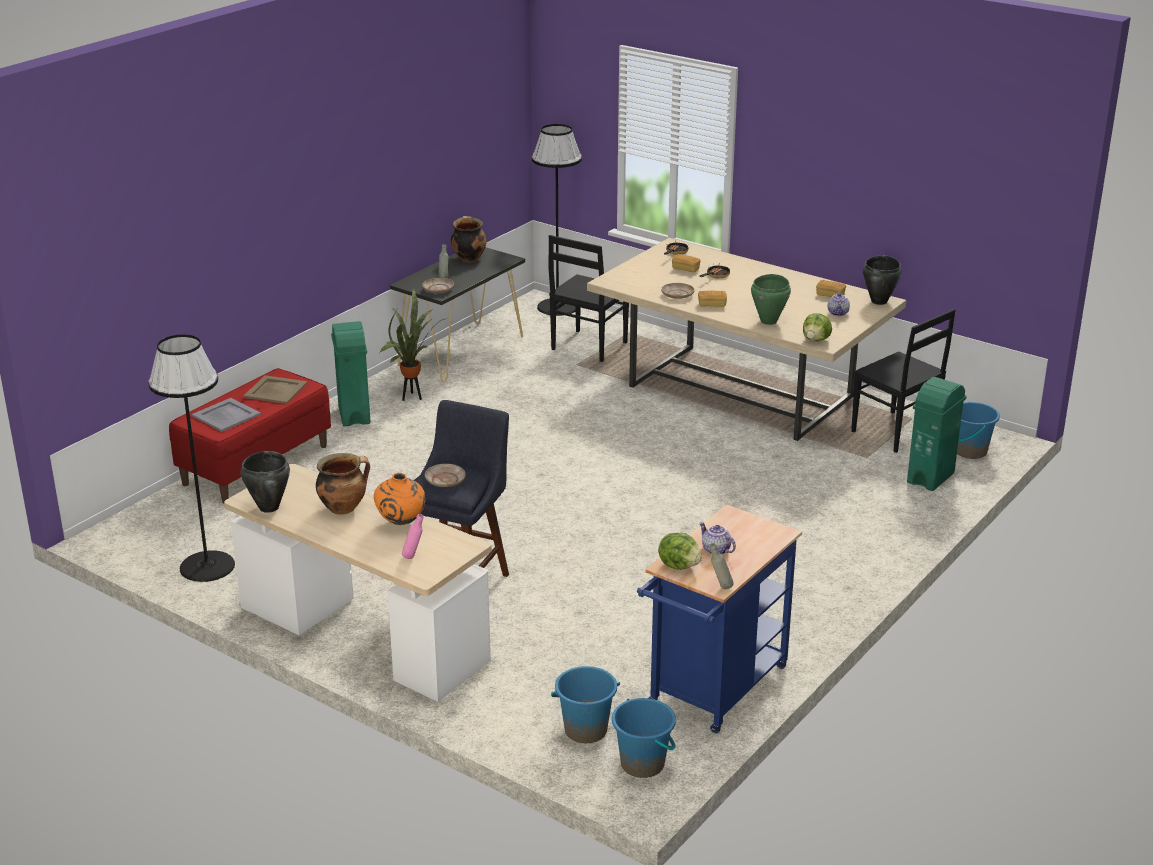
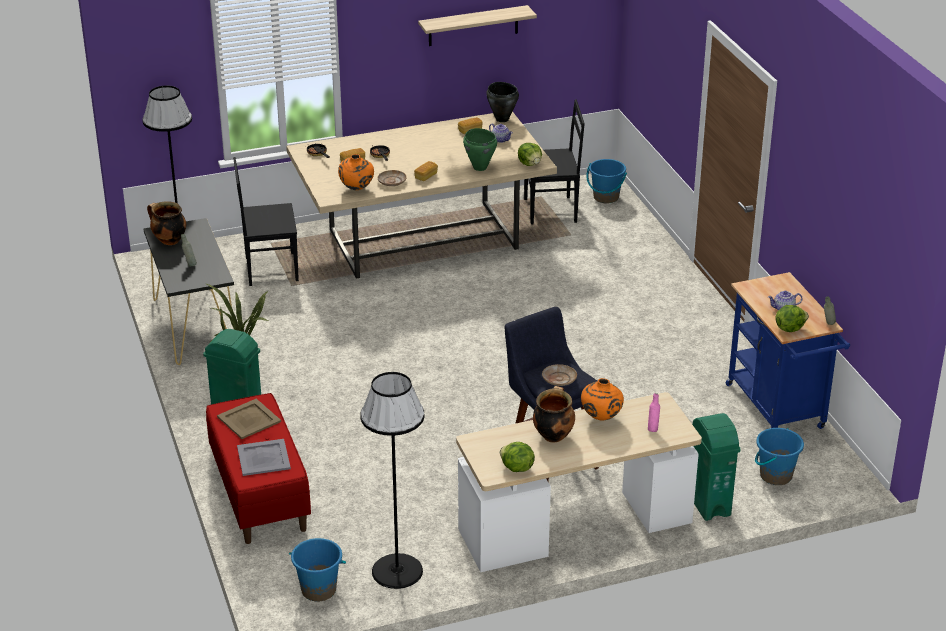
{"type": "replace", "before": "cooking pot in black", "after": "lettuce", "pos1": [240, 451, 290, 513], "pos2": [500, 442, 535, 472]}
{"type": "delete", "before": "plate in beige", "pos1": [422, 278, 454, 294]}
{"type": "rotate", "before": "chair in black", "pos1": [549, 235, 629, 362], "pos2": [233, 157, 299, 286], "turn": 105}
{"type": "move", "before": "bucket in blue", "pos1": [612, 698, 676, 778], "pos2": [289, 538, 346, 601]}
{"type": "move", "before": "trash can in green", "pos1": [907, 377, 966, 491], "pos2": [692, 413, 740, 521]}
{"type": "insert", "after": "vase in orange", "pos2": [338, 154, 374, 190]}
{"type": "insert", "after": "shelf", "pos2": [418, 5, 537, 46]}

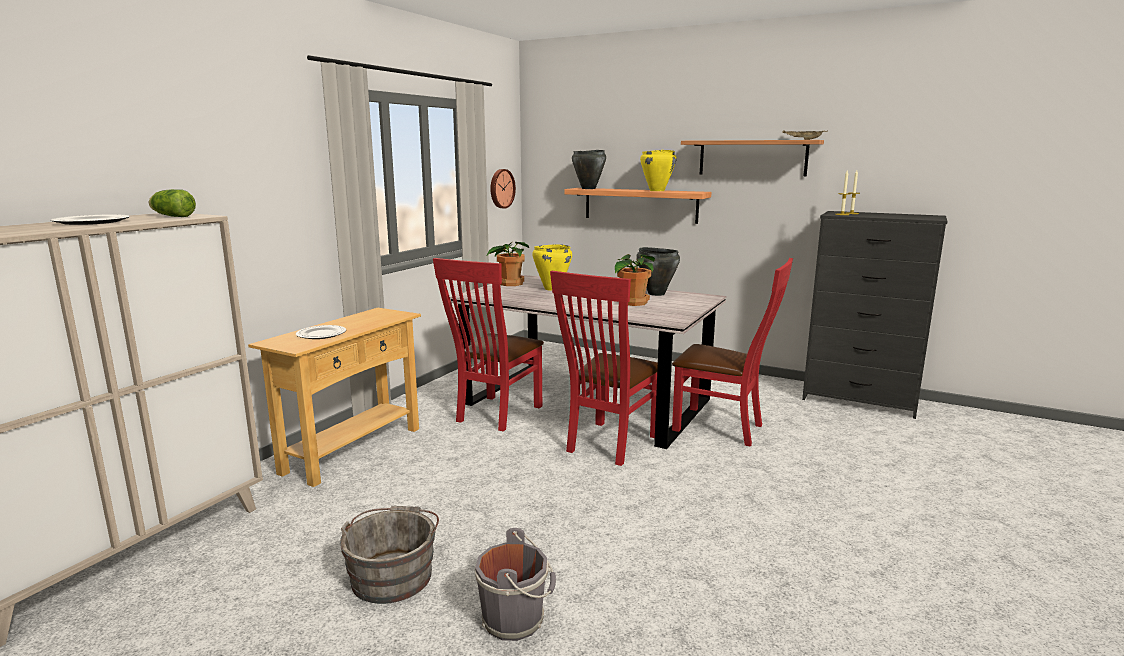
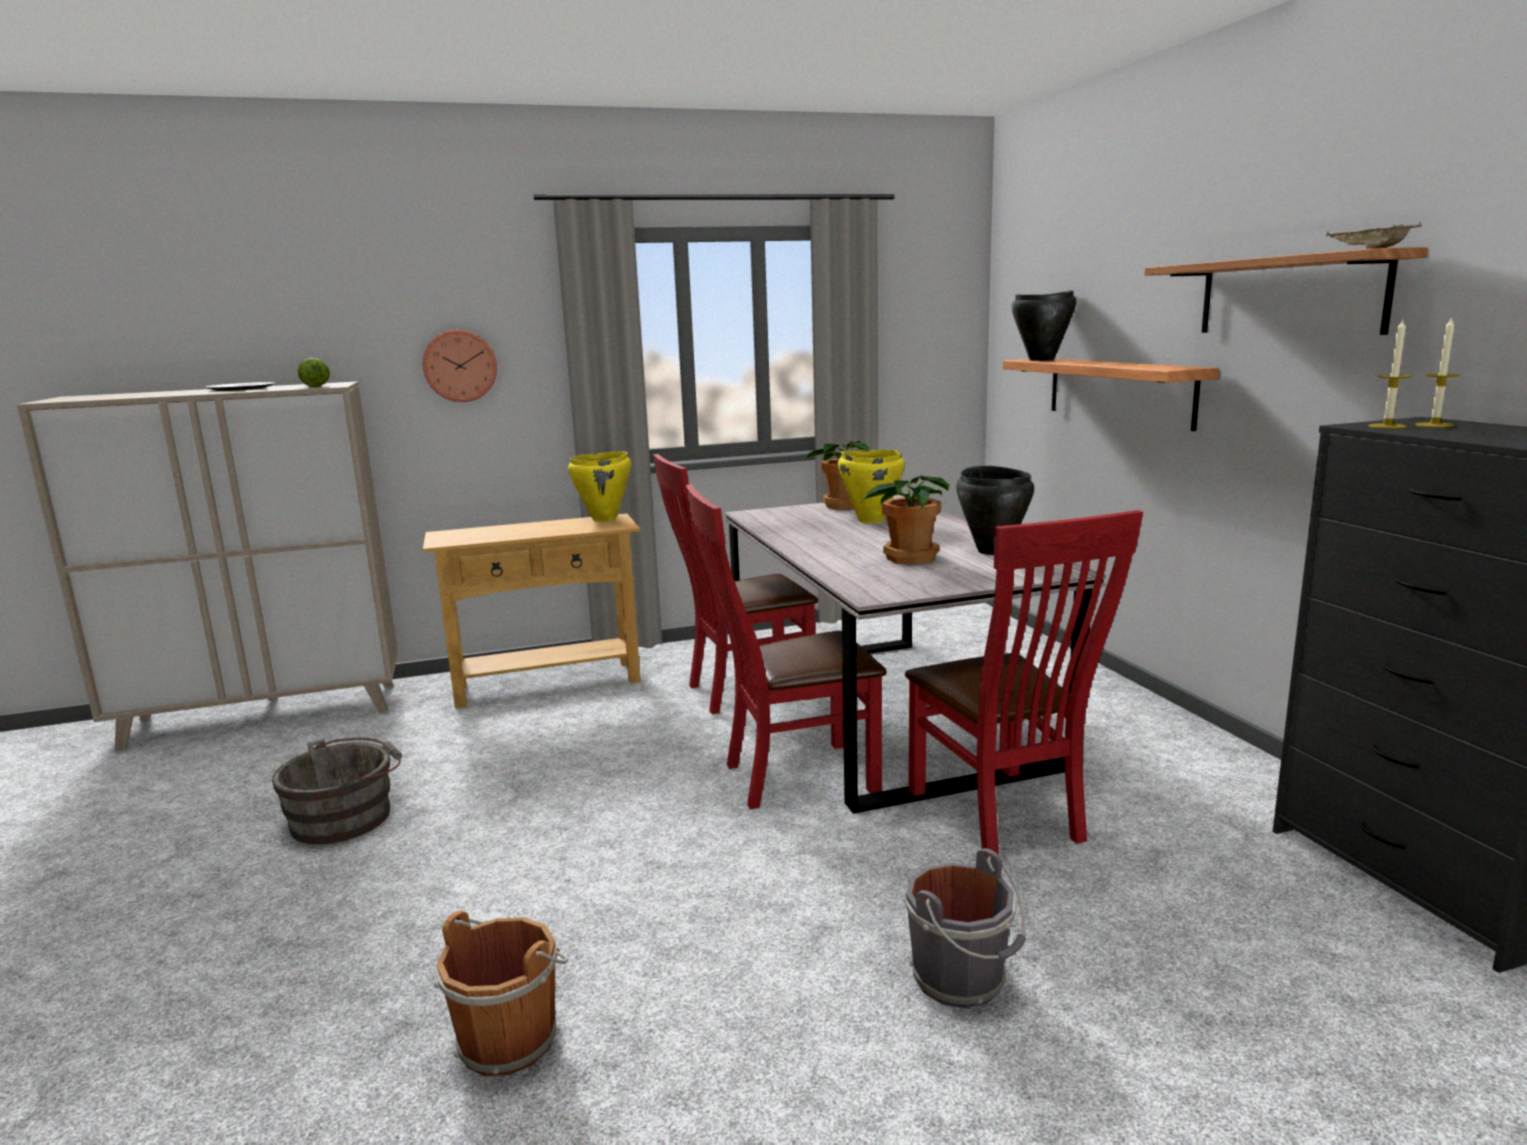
{"type": "delete", "before": "plate", "pos1": [296, 325, 346, 339]}
{"type": "move", "before": "bucket in grey", "pos1": [475, 528, 556, 641], "pos2": [905, 848, 1026, 1008]}
{"type": "move", "before": "wall clock", "pos1": [490, 169, 516, 208], "pos2": [423, 330, 497, 402]}
{"type": "move", "before": "cooking pot in yellow", "pos1": [640, 150, 677, 191], "pos2": [568, 451, 631, 521]}
{"type": "insert", "after": "bucket in brown", "pos2": [434, 911, 569, 1076]}

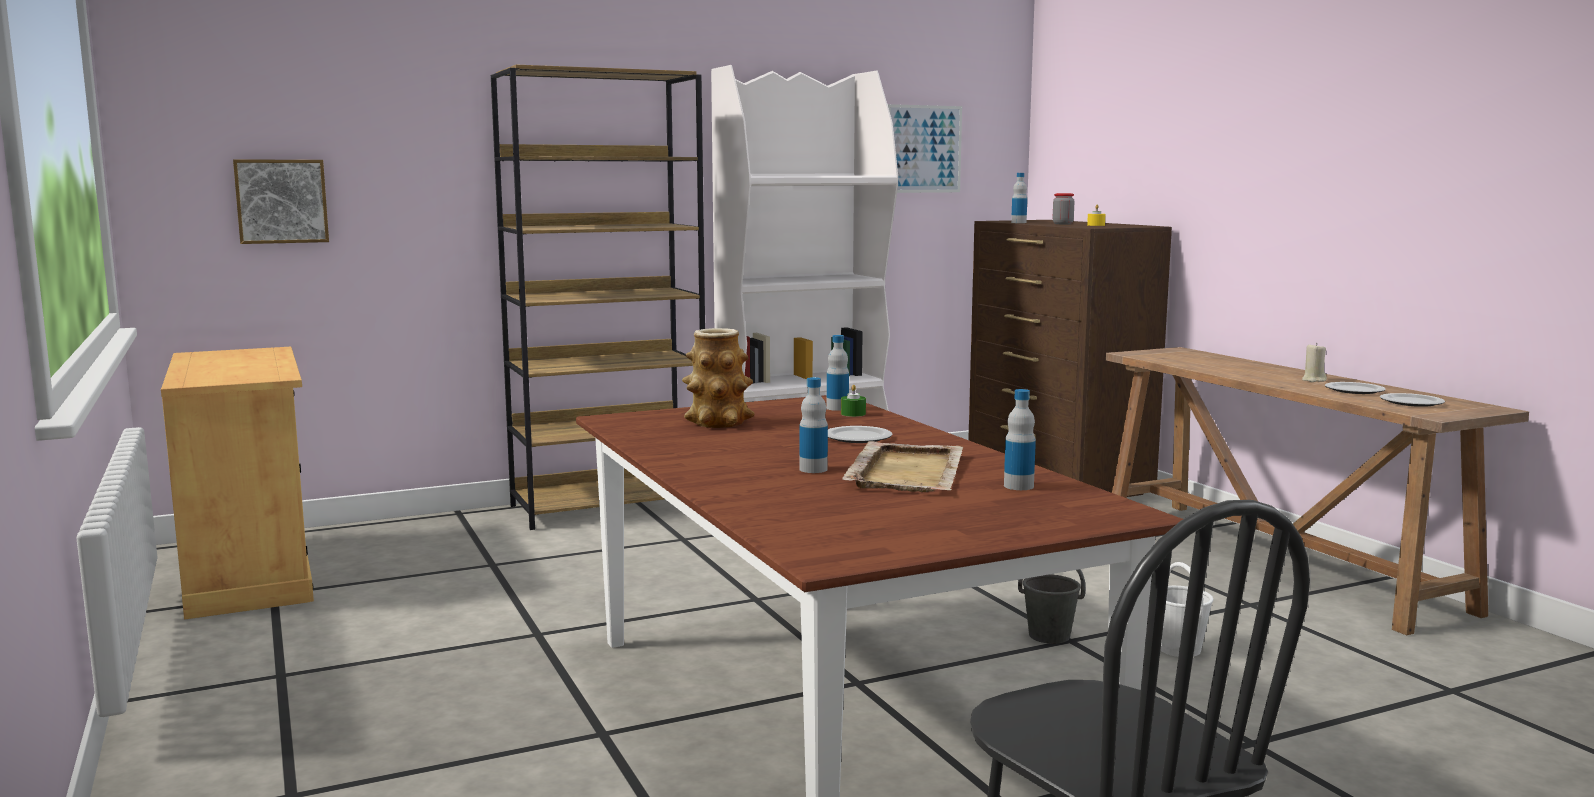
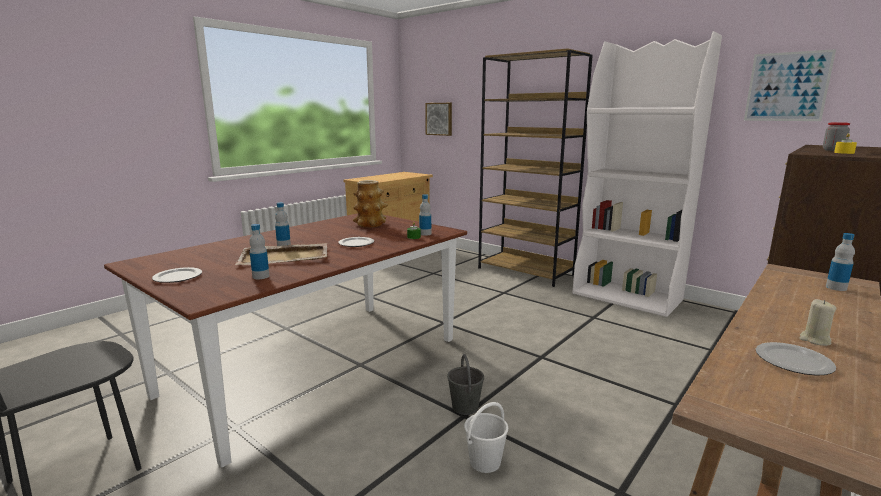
{"type": "move", "before": "bottle", "pos1": [1011, 173, 1027, 223], "pos2": [826, 233, 855, 291]}
{"type": "move", "before": "plate", "pos1": [1380, 393, 1445, 407], "pos2": [152, 267, 202, 283]}

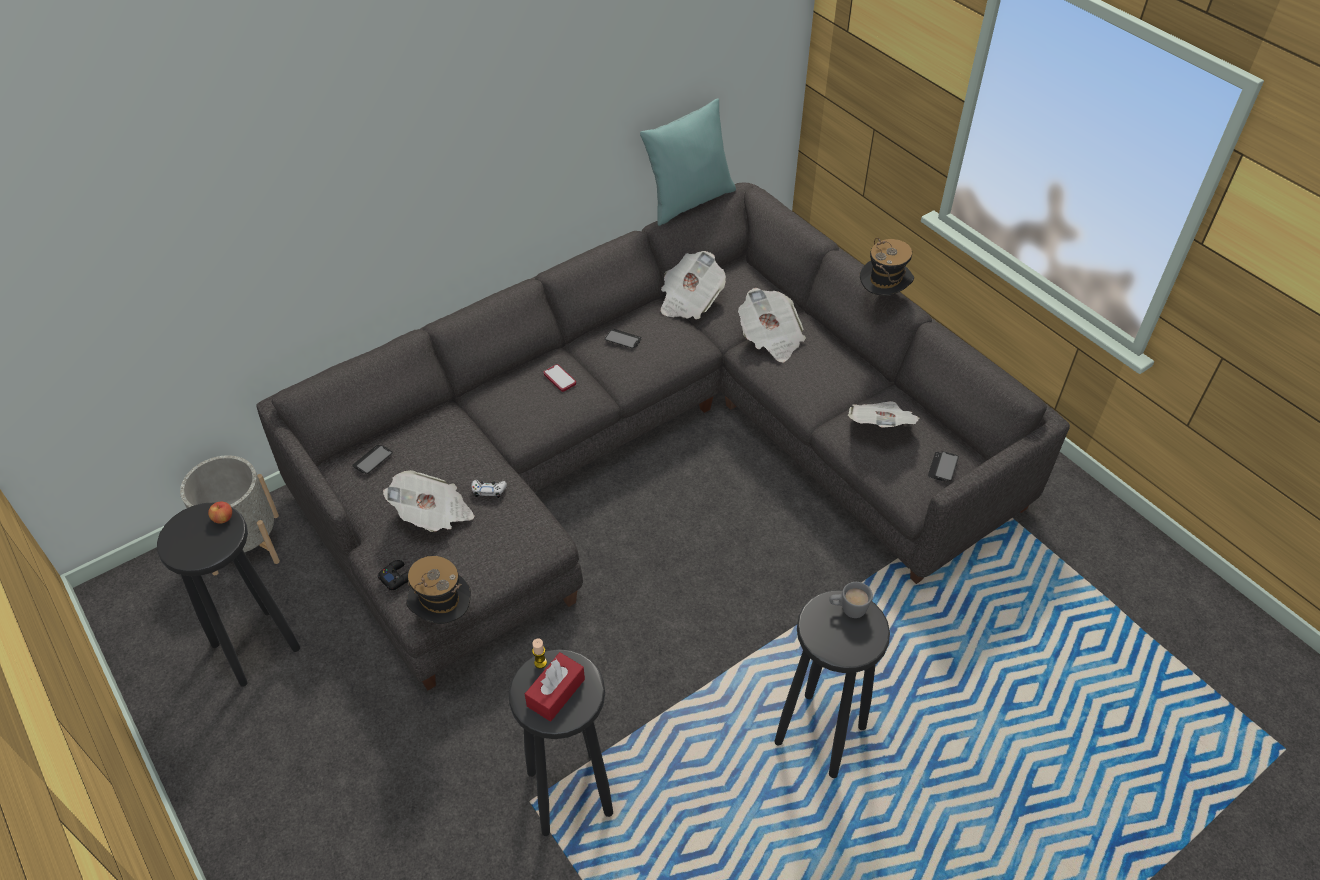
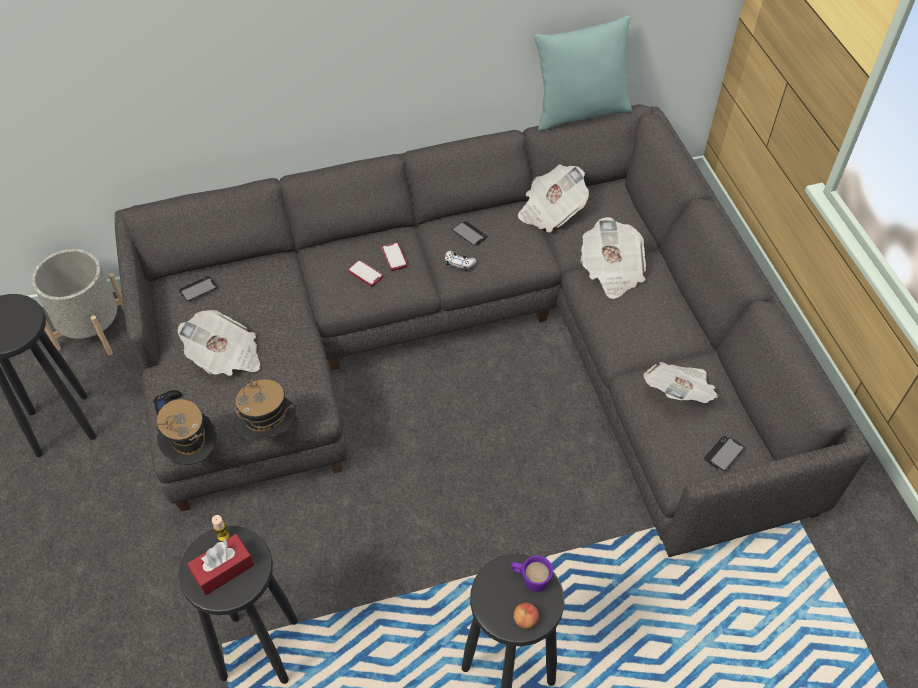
{"type": "move", "before": "apple", "pos1": [208, 502, 232, 524], "pos2": [513, 603, 539, 629]}
{"type": "move", "before": "game controller in white", "pos1": [471, 480, 507, 498], "pos2": [445, 251, 476, 271]}
{"type": "recolor", "before": "mug in grey", "after": "mug in purple", "pos1": [829, 582, 873, 618], "pos2": [511, 556, 553, 592]}
{"type": "move", "before": "hat", "pos1": [860, 238, 914, 296], "pos2": [235, 377, 298, 441]}
{"type": "insert", "after": "phone", "pos2": [348, 260, 383, 287]}

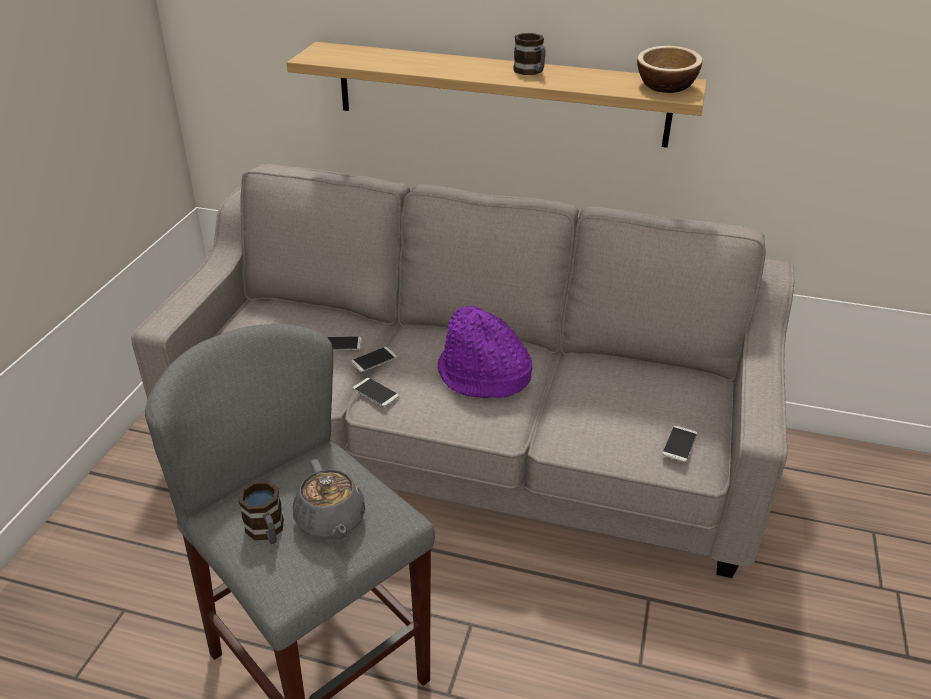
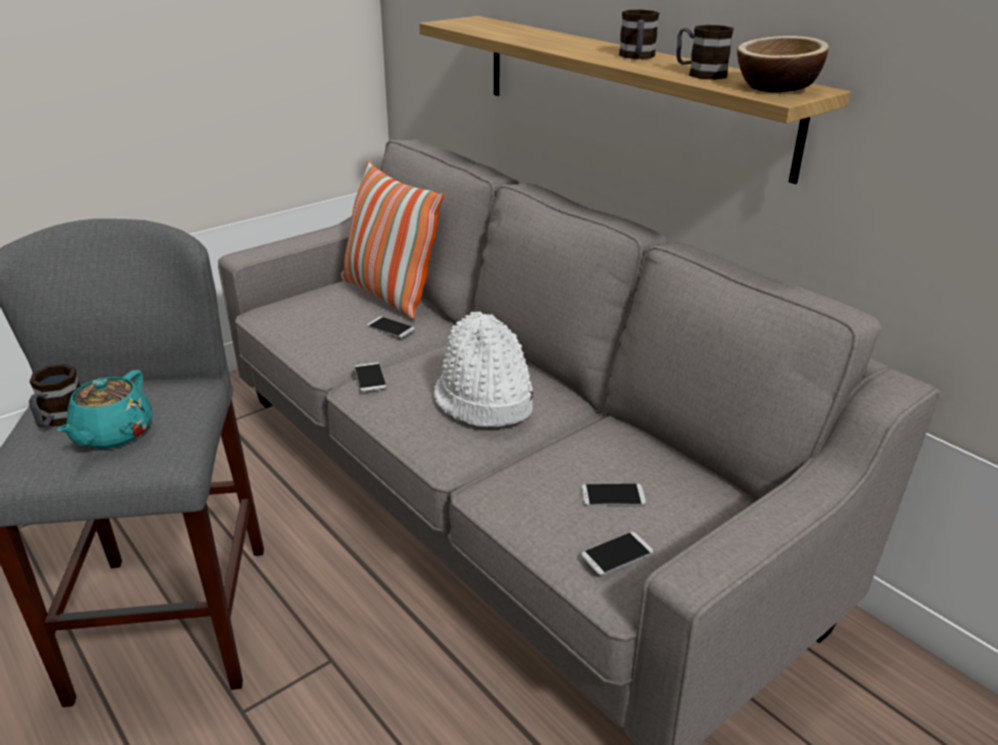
{"type": "recolor", "before": "teapot in grey", "after": "teapot in turquoise", "pos1": [293, 459, 365, 540], "pos2": [57, 370, 152, 449]}
{"type": "move", "before": "phone", "pos1": [351, 347, 397, 372], "pos2": [581, 484, 646, 506]}
{"type": "recolor", "before": "hat in purple", "after": "hat in white", "pos1": [438, 305, 532, 399], "pos2": [434, 312, 533, 427]}
{"type": "insert", "after": "pillow", "pos2": [341, 161, 444, 319]}
{"type": "insert", "after": "mug", "pos2": [676, 25, 734, 80]}

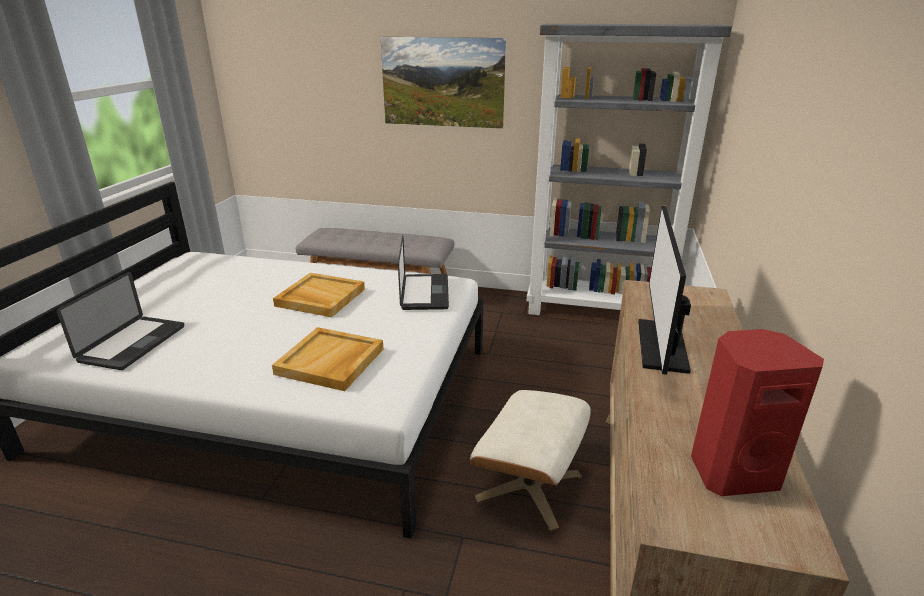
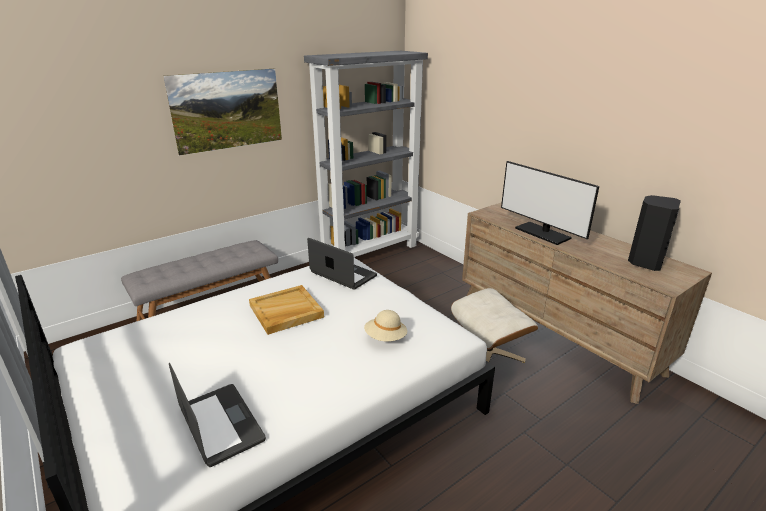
{"type": "replace", "before": "tray in beige", "after": "hat in beige", "pos1": [272, 327, 383, 391], "pos2": [364, 310, 407, 341]}
{"type": "recolor", "before": "speaker in red", "after": "speaker in black", "pos1": [691, 329, 824, 496], "pos2": [628, 195, 681, 271]}

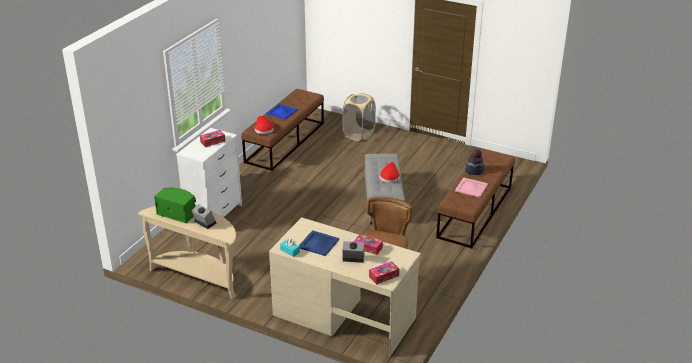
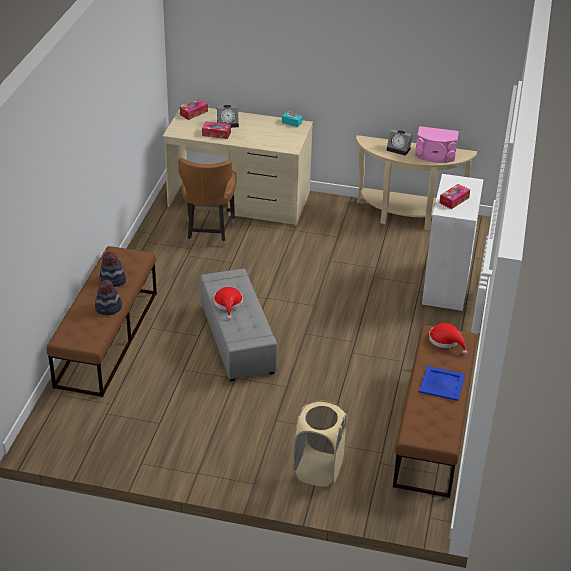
{"type": "recolor", "before": "speaker in green", "after": "speaker in pink", "pos1": [154, 188, 196, 223], "pos2": [415, 126, 459, 163]}
{"type": "delete", "before": "tray in blue", "pos1": [299, 230, 339, 256]}
{"type": "replace", "before": "tray in pink", "after": "hat", "pos1": [455, 177, 488, 197], "pos2": [99, 252, 126, 287]}

